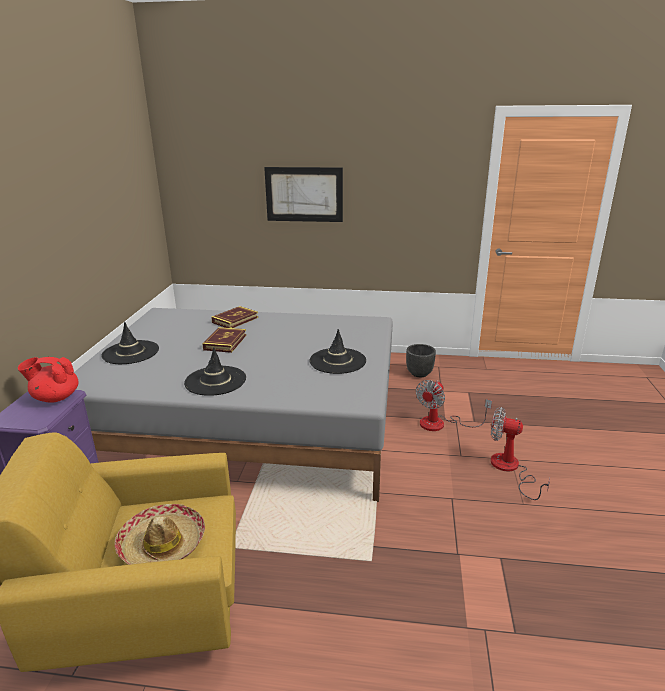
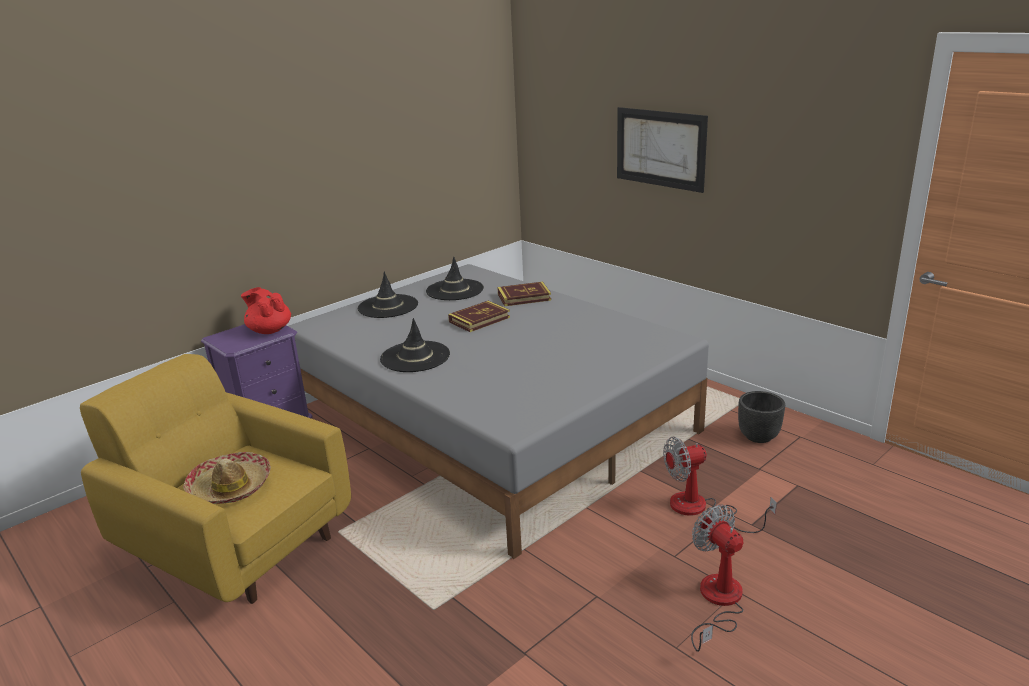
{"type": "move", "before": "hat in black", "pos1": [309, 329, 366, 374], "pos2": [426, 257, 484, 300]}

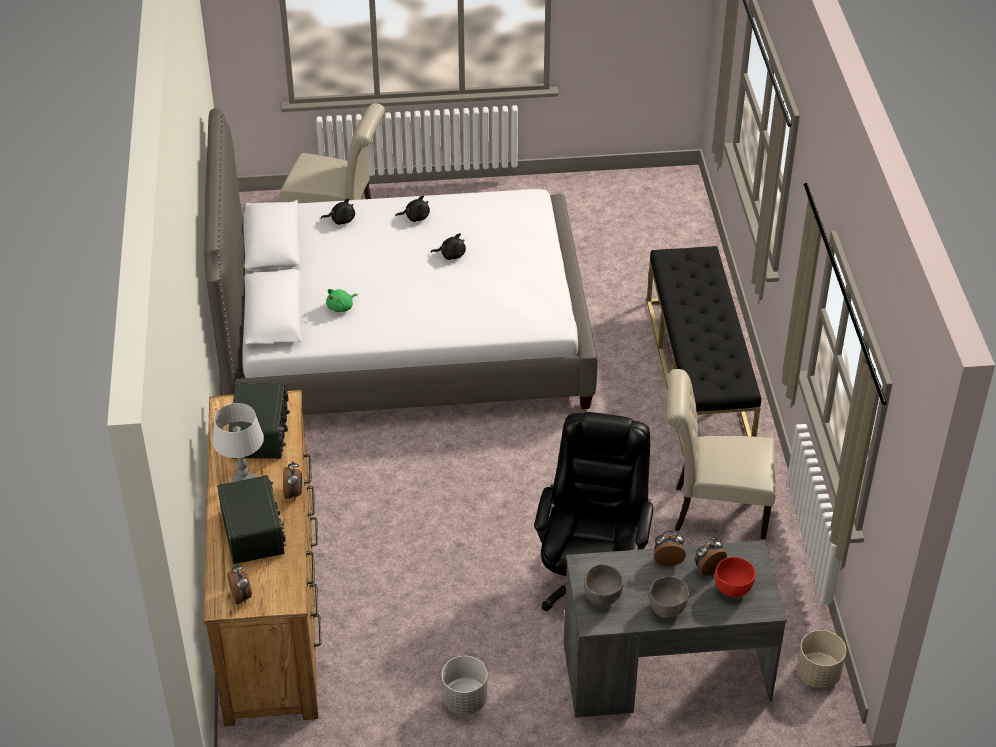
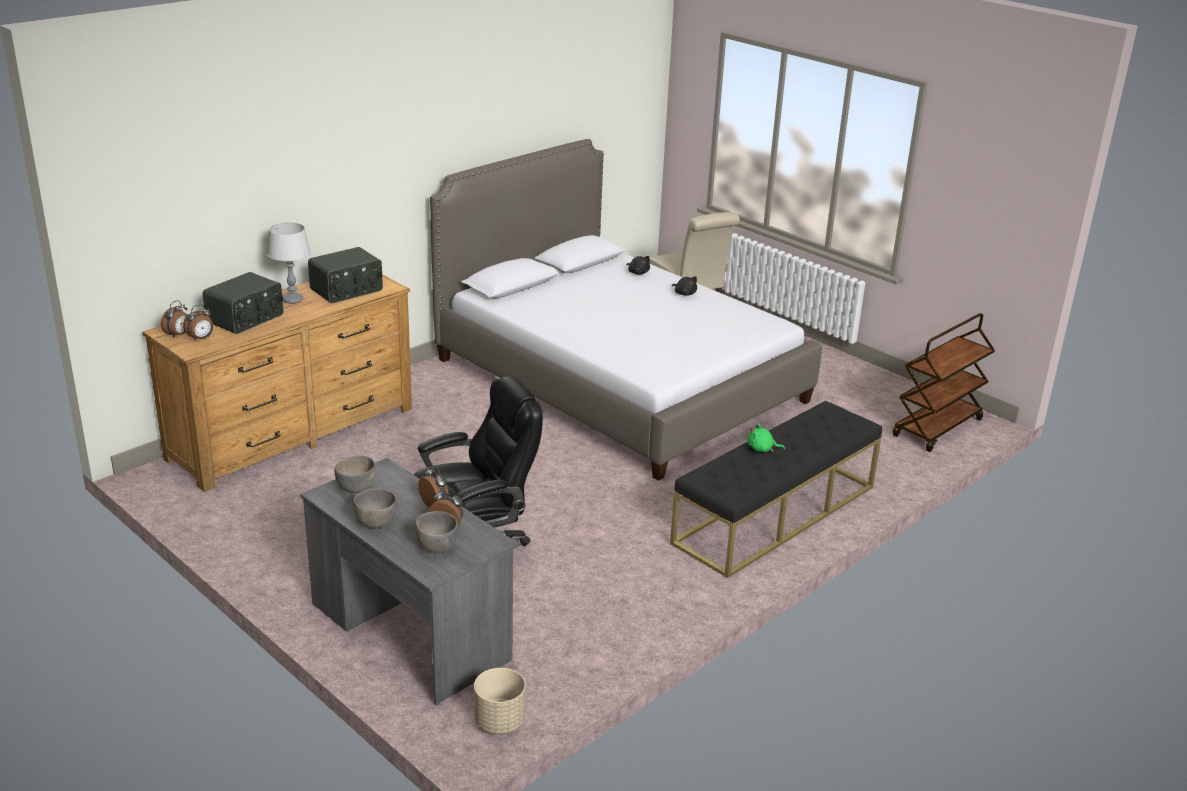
{"type": "move", "before": "alarm clock", "pos1": [283, 461, 302, 500], "pos2": [183, 304, 213, 341]}
{"type": "move", "before": "plush toy in green", "pos1": [326, 289, 358, 312], "pos2": [747, 423, 785, 452]}
{"type": "delete", "before": "plush toy in black", "pos1": [431, 233, 466, 260]}
{"type": "delete", "before": "planter in grey", "pos1": [442, 656, 488, 715]}
{"type": "delete", "before": "chair in beige", "pos1": [667, 369, 775, 539]}
{"type": "recolor", "before": "bowl in red", "after": "bowl in grey", "pos1": [714, 557, 756, 597], "pos2": [415, 511, 458, 553]}
{"type": "insert", "after": "cart in brown", "pos2": [893, 313, 995, 452]}

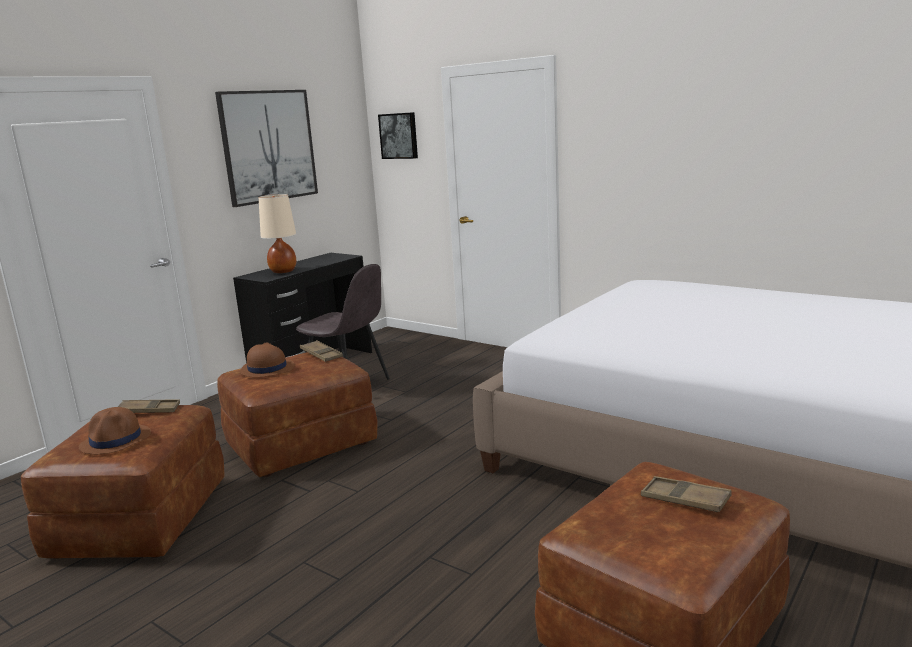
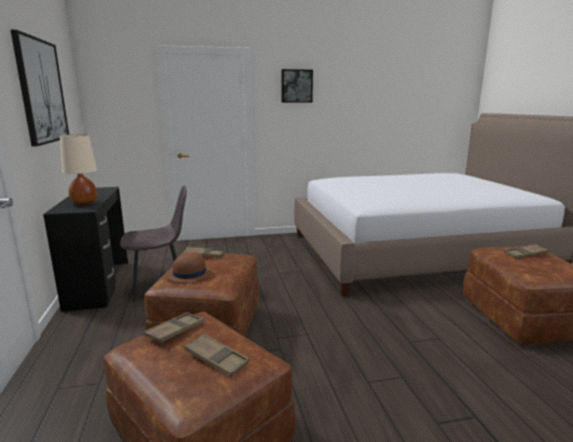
{"type": "replace", "before": "hat in brown", "after": "tray in brown", "pos1": [79, 407, 151, 454], "pos2": [185, 334, 249, 377]}
{"type": "move", "before": "picture", "pos1": [378, 112, 418, 159], "pos2": [282, 69, 313, 103]}

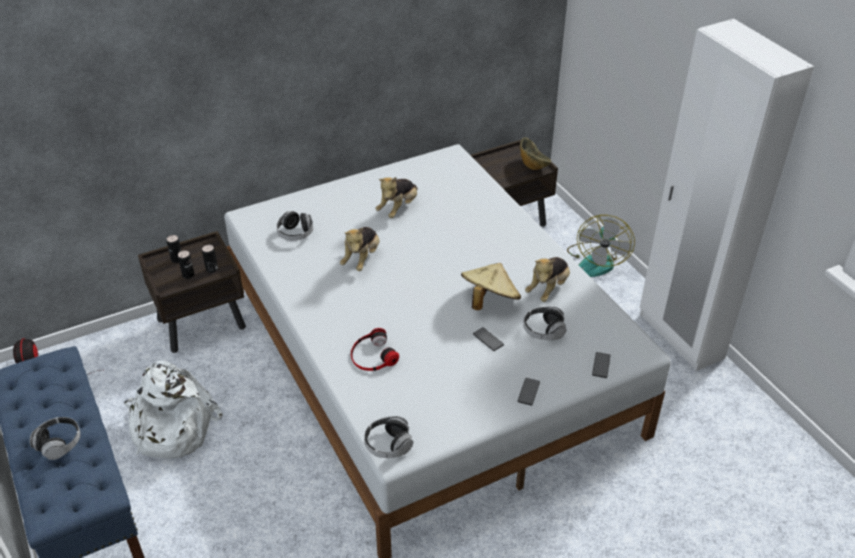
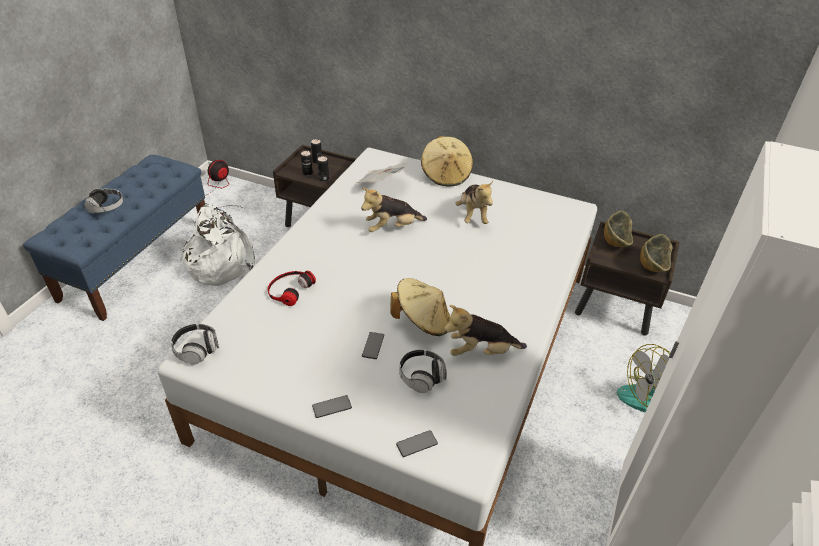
{"type": "replace", "before": "headphones", "after": "newspaper", "pos1": [277, 211, 313, 241], "pos2": [356, 163, 408, 184]}
{"type": "rotate", "before": "plush toy", "pos1": [375, 177, 418, 218], "pos2": [455, 181, 493, 224], "turn": -90}
{"type": "insert", "after": "hat in beige", "pos2": [421, 136, 473, 187]}
{"type": "insert", "after": "bowl", "pos2": [604, 211, 633, 247]}

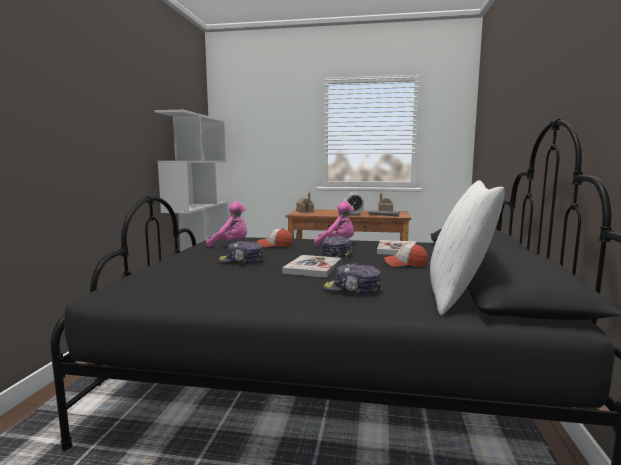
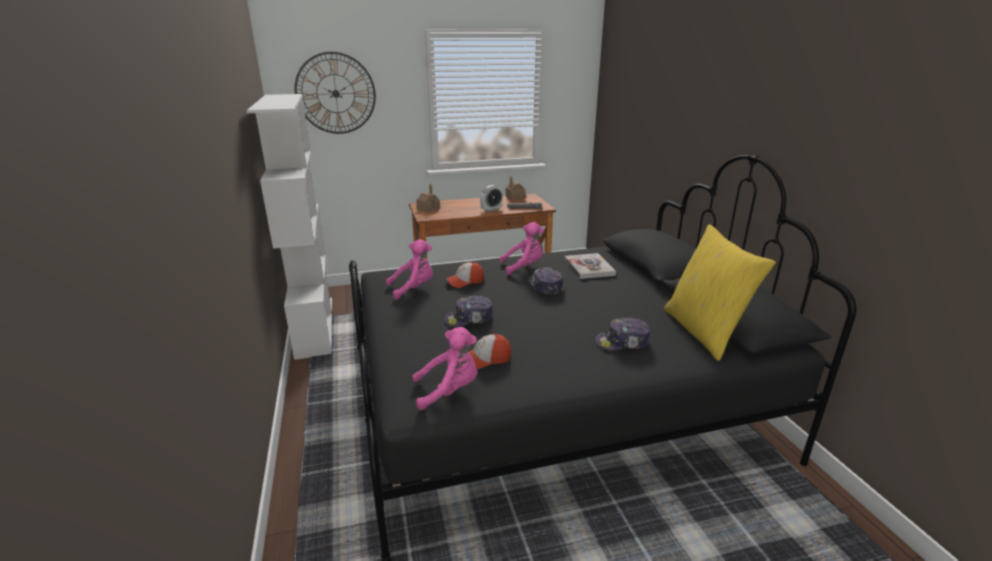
{"type": "delete", "before": "book", "pos1": [282, 255, 342, 278]}
{"type": "move", "before": "cap", "pos1": [384, 243, 428, 267], "pos2": [468, 334, 511, 369]}
{"type": "recolor", "before": "pillow in white", "after": "pillow in yellow", "pos1": [430, 180, 505, 316], "pos2": [664, 224, 776, 361]}
{"type": "insert", "after": "wall clock", "pos2": [295, 52, 376, 134]}
{"type": "insert", "after": "plush toy in pink", "pos2": [412, 327, 477, 410]}

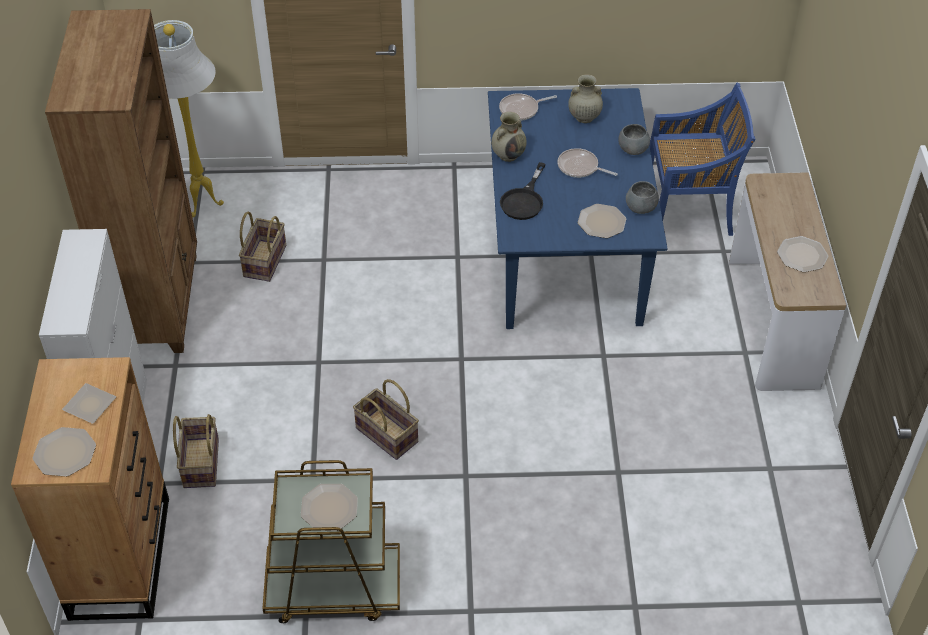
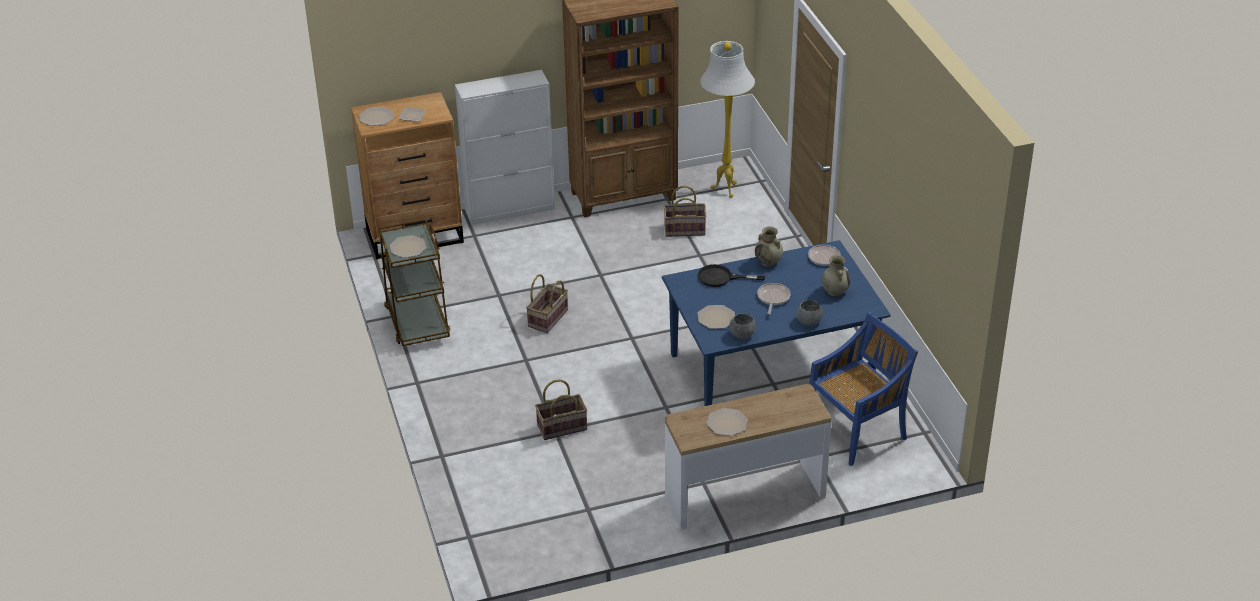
{"type": "move", "before": "basket", "pos1": [173, 414, 219, 488], "pos2": [535, 379, 587, 440]}
{"type": "rotate", "before": "chair in blue", "pos1": [649, 83, 756, 236], "pos2": [809, 312, 918, 466], "turn": -105}

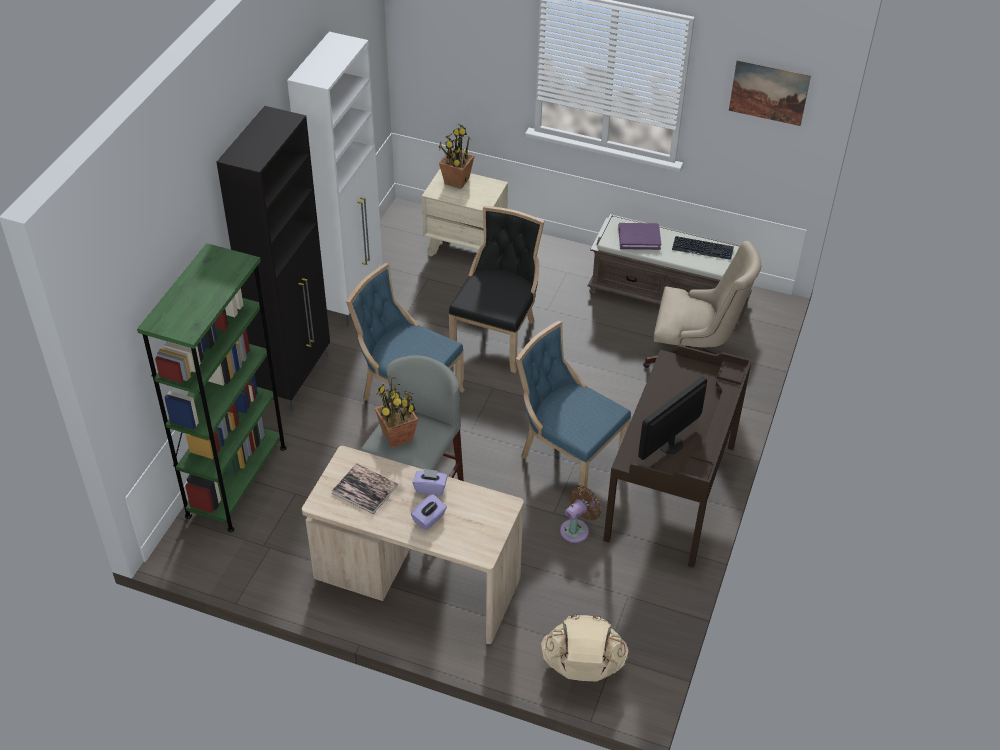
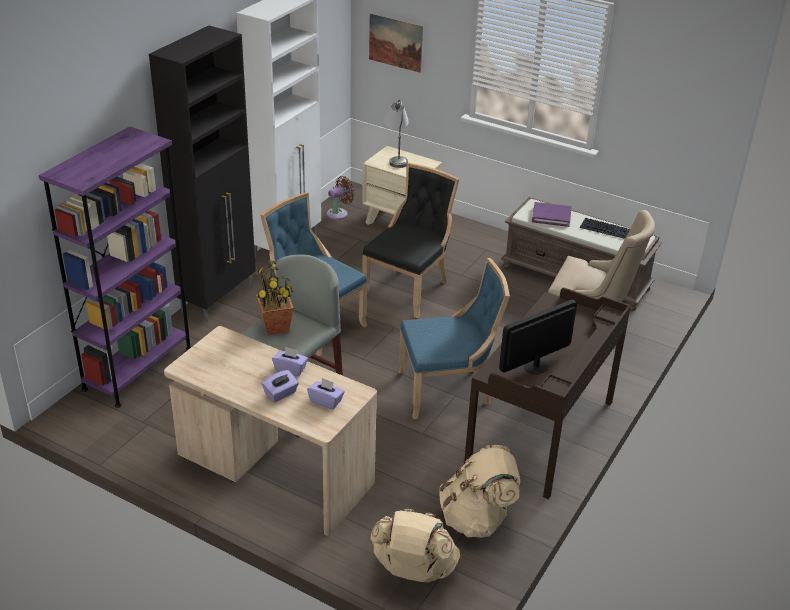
{"type": "recolor", "before": "bookcase in green", "after": "bookcase in purple", "pos1": [137, 243, 287, 532], "pos2": [39, 126, 191, 408]}
{"type": "delete", "before": "book", "pos1": [332, 463, 398, 514]}
{"type": "replace", "before": "potted plant", "after": "table lamp in grey", "pos1": [439, 123, 475, 189], "pos2": [384, 100, 409, 168]}
{"type": "rotate", "before": "chair in blue", "pos1": [516, 321, 631, 496], "pos2": [398, 258, 510, 419], "turn": 120}
{"type": "move", "before": "fan in brown", "pos1": [560, 485, 602, 543], "pos2": [326, 176, 355, 220]}
{"type": "move", "before": "picture", "pos1": [729, 60, 811, 126], "pos2": [369, 13, 423, 73]}
{"type": "insert", "after": "tissue box in purple", "pos2": [307, 378, 345, 410]}
{"type": "insert", "after": "backpack in beige", "pos2": [439, 445, 520, 538]}

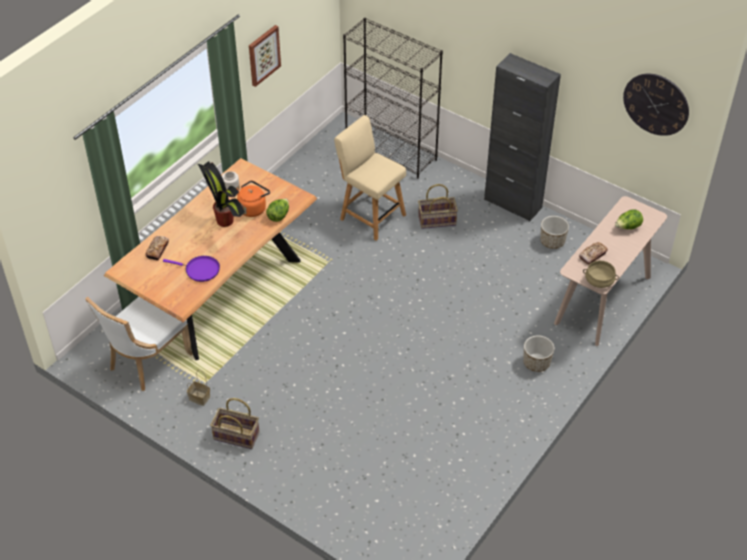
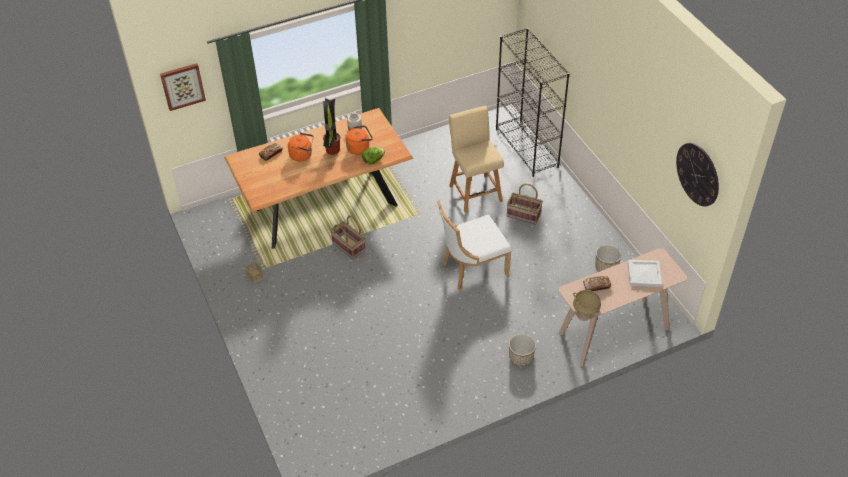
{"type": "move", "before": "chair in white", "pos1": [85, 297, 193, 391], "pos2": [437, 200, 511, 290]}
{"type": "delete", "before": "frying pan in purple", "pos1": [163, 256, 220, 282]}
{"type": "move", "before": "basket", "pos1": [210, 398, 260, 449], "pos2": [330, 216, 366, 259]}
{"type": "move", "before": "picture", "pos1": [249, 25, 281, 87], "pos2": [160, 63, 206, 111]}
{"type": "delete", "before": "cabinet in black", "pos1": [484, 53, 561, 221]}
{"type": "replace", "before": "lettuce", "after": "tray in white", "pos1": [615, 210, 643, 229], "pos2": [628, 260, 662, 287]}
{"type": "insert", "after": "kettle in orange", "pos2": [288, 133, 313, 161]}

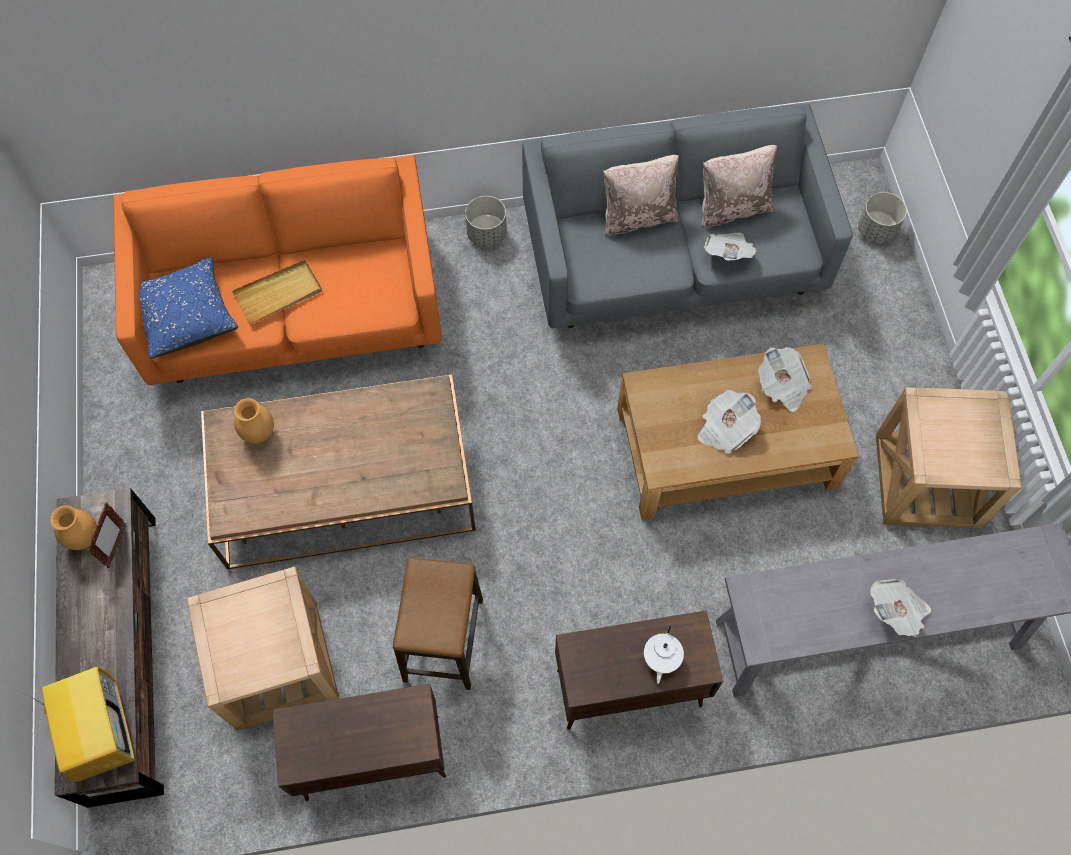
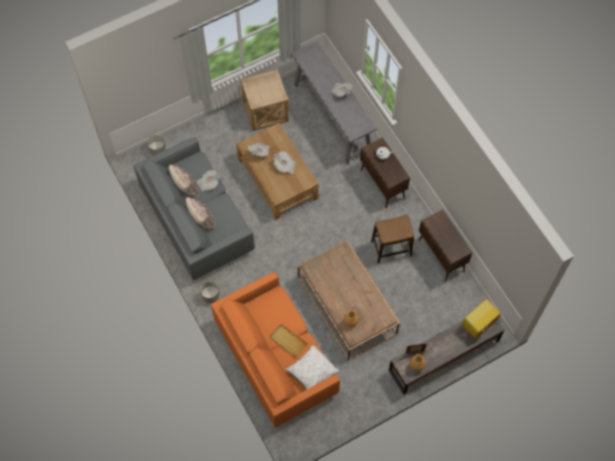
{"type": "recolor", "before": "pillow in blue", "after": "pillow in white", "pos1": [140, 257, 238, 359], "pos2": [285, 344, 339, 390]}
{"type": "delete", "before": "side table in beige", "pos1": [187, 567, 339, 731]}

